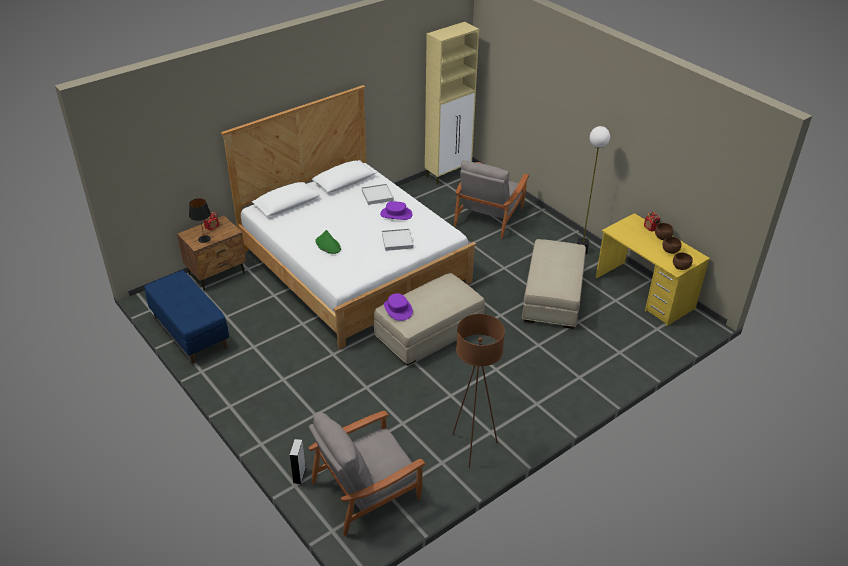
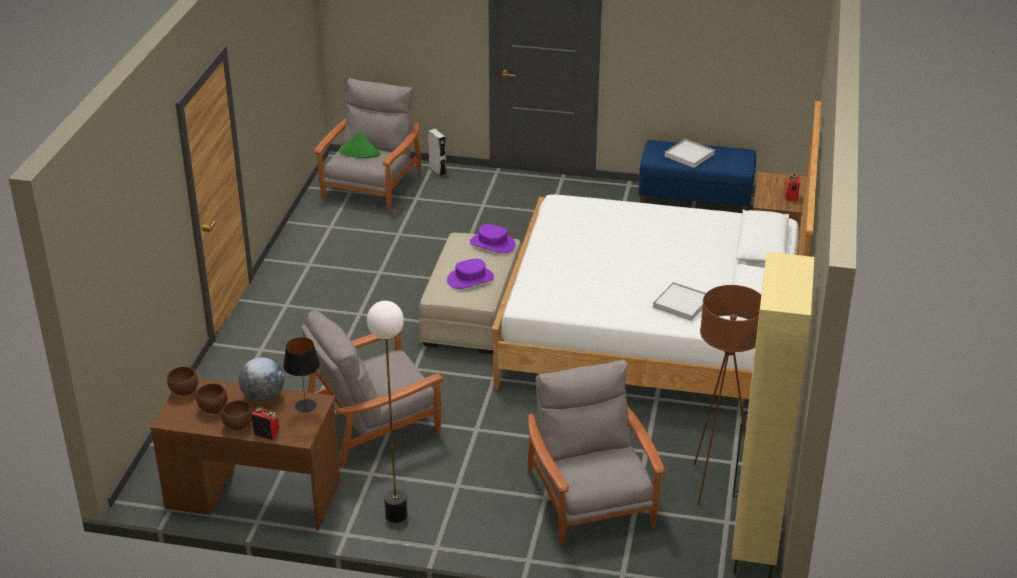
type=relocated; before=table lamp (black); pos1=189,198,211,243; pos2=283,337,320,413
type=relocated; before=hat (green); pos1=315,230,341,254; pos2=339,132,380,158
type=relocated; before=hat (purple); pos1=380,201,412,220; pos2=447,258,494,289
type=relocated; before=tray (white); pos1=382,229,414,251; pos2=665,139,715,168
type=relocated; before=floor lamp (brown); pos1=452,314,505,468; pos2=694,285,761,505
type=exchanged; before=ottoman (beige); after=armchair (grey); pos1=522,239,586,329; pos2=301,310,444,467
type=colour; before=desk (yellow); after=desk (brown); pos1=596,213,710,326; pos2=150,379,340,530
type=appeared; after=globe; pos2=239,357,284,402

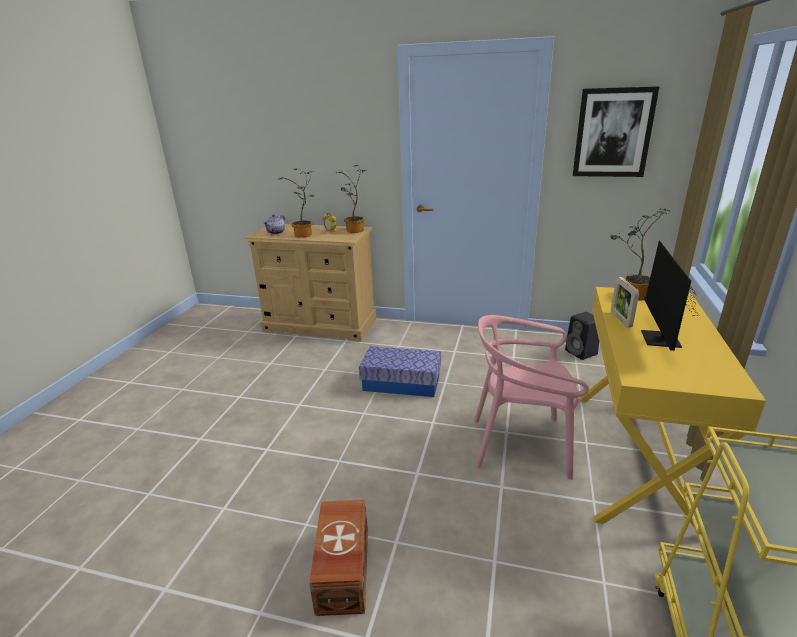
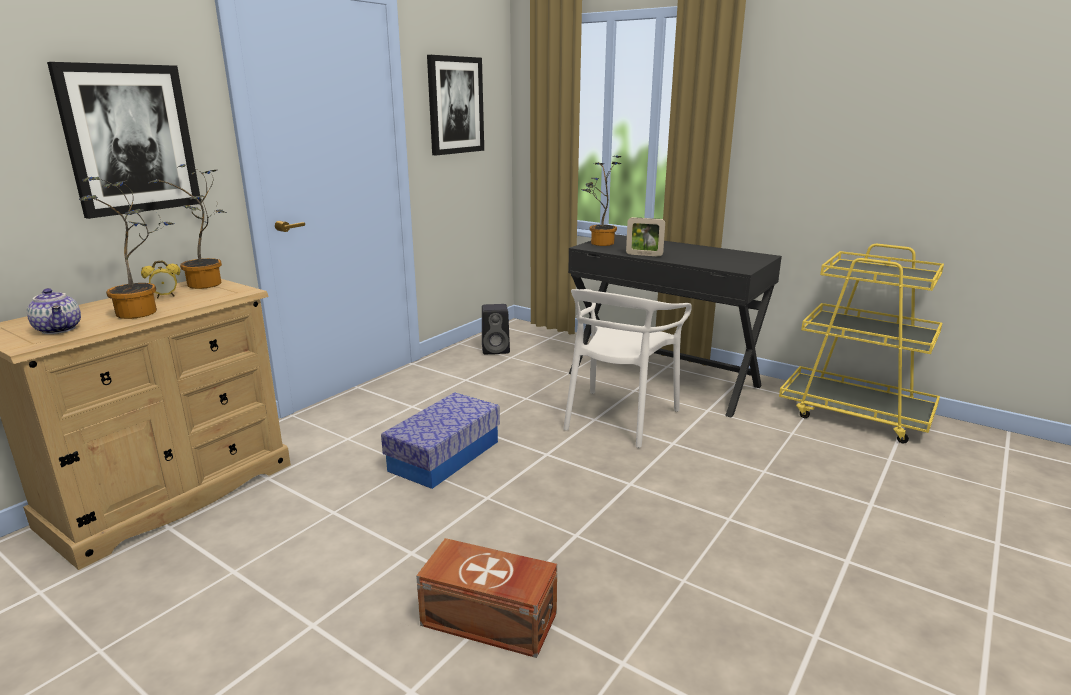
type=relocated; before=storage box (brown); pos1=309,500,368,616; pos2=416,538,557,658
type=colour; before=chair (pink); after=chair (white); pos1=474,315,589,480; pos2=563,289,692,448
type=colour; before=desk (yellow); after=desk (black); pos1=579,287,766,527; pos2=568,234,782,417
type=missing; before=monitor; pos1=641,241,698,351
type=appeared; after=picture; pos2=47,62,201,219

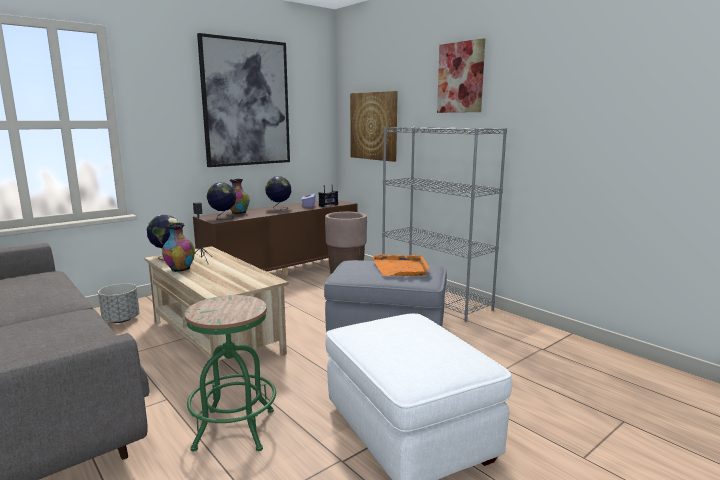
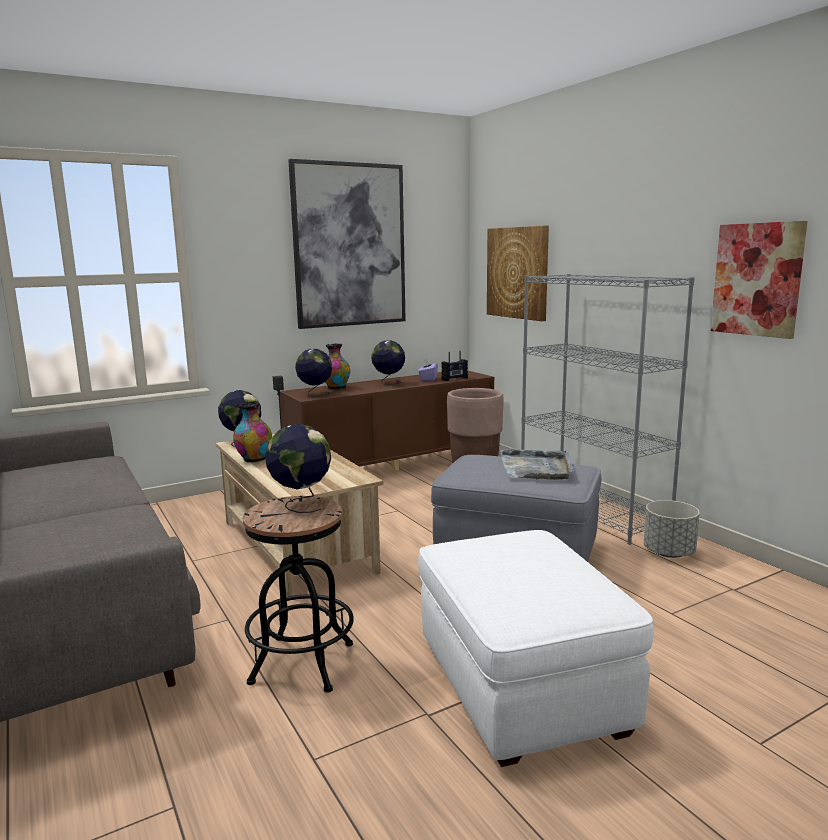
type=relocated; before=planter (grey); pos1=98,283,140,323; pos2=644,500,700,558
type=colour; before=stool (green); after=stool (black); pos1=185,295,276,451; pos2=243,496,354,693
type=colour; before=tray (orange); after=tray (grey); pos1=373,255,430,276; pos2=500,449,574,480
type=relocated; before=picture; pos1=437,38,485,113; pos2=711,221,808,339
type=appeared; after=globe; pos2=265,424,331,513

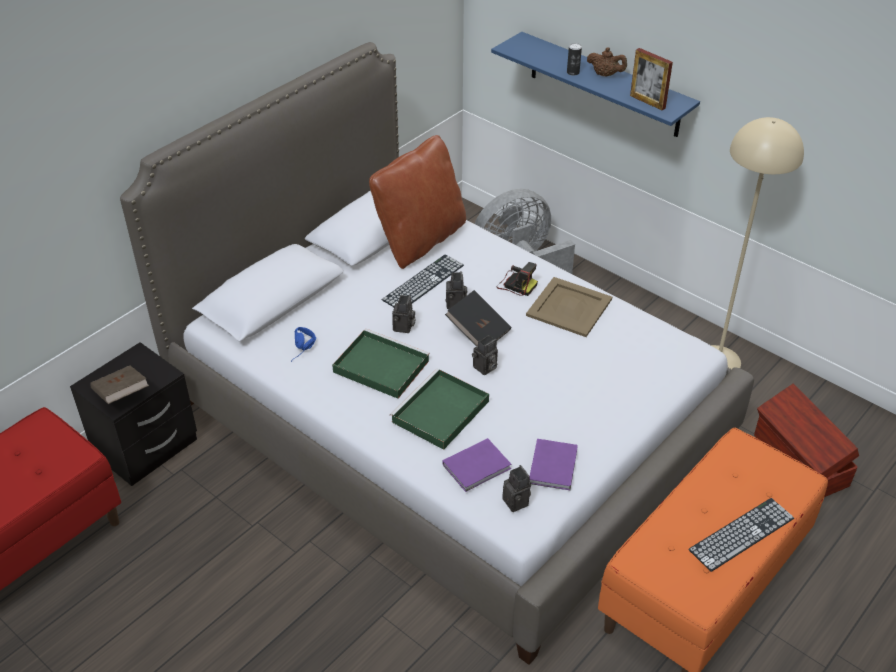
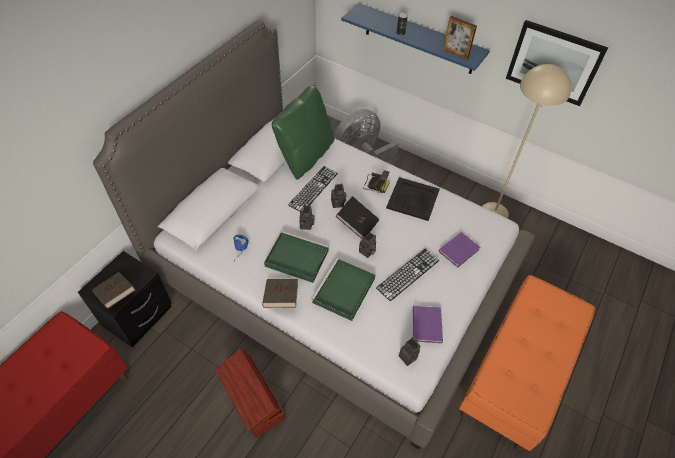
type=colour; before=pillow (brown); after=pillow (green); pos1=369,135,466,269; pos2=272,85,334,180
type=relocated; before=book (purple); pos1=443,438,511,492; pos2=439,232,481,268
type=colour; before=tray (beige); after=tray (black); pos1=526,277,612,337; pos2=386,177,440,221
type=missing; before=teapot (brown); pos1=587,47,627,77
type=relocated; before=keyboard; pos1=688,498,794,572; pos2=376,249,440,301
type=relocated; before=storage box (brown); pos1=754,384,859,497; pos2=215,349,285,438
type=appeared; after=book (brown); pos2=262,279,298,308
type=appeared; after=picture; pos2=506,20,608,106

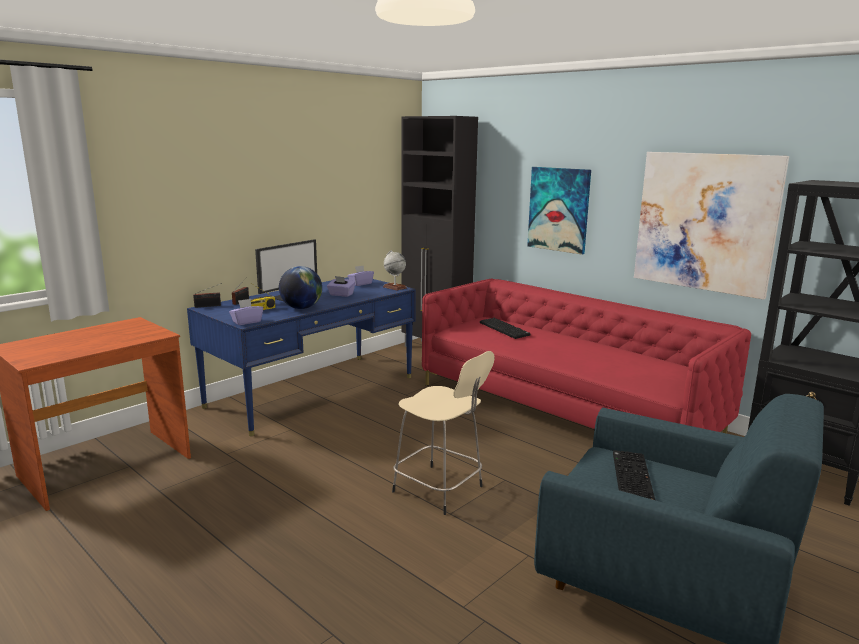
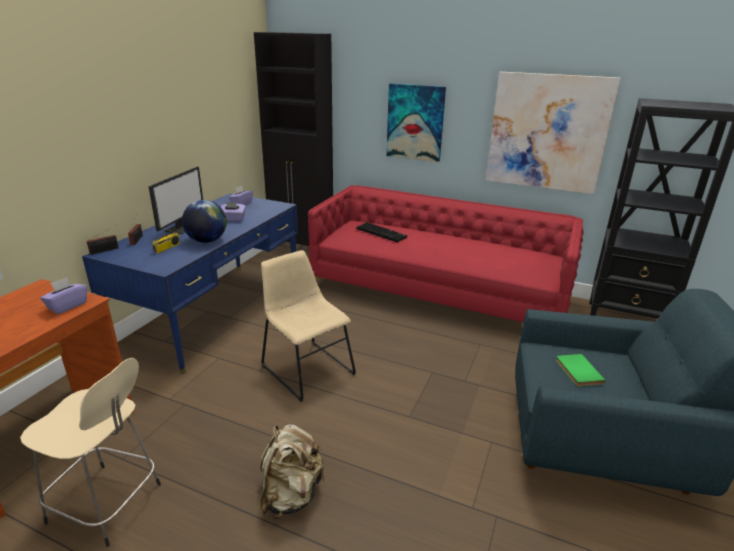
type=relocated; before=tissue box (purple); pos1=229,299,263,325; pos2=40,277,87,314
type=missing; before=globe; pos1=383,250,407,291
type=relocated; before=stool (beige); pos1=392,351,495,515; pos2=20,358,161,547
type=exchanged; before=keyboard; after=book (green); pos1=613,450,655,500; pos2=556,354,606,387
type=appeared; after=backpack (beige); pos2=260,424,325,519
type=appeared; after=chair (beige); pos2=261,250,356,402

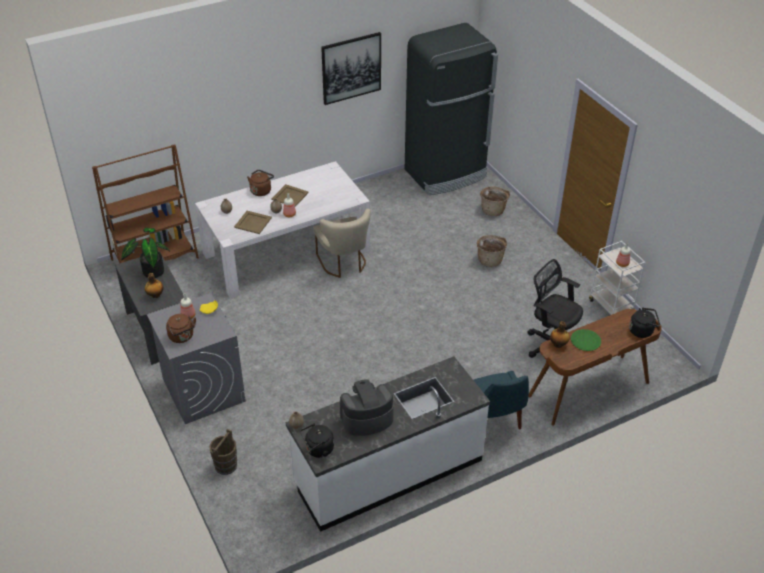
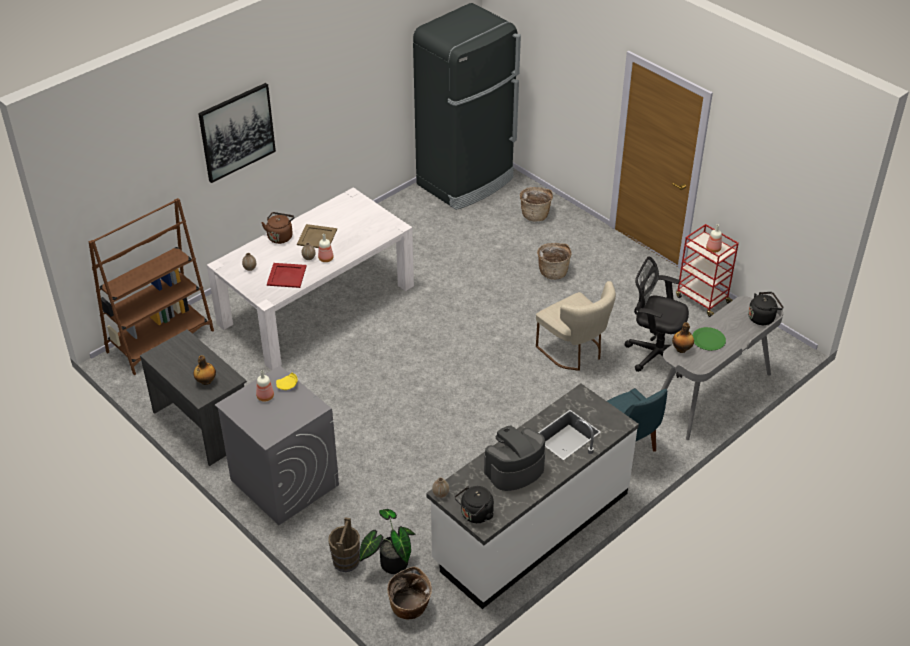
type=relocated; before=potted plant; pos1=121,228,170,278; pos2=359,509,416,574
type=missing; before=kettle (brown); pos1=166,314,196,343
type=colour; before=tray (beige); after=tray (red); pos1=234,211,272,234; pos2=267,263,306,288
type=relocated; before=chair (beige); pos1=313,209,371,278; pos2=536,281,616,371
type=relocated; before=picture; pos1=321,32,381,105; pos2=198,83,276,183
type=colour; before=desk (brown); after=desk (grey); pos1=529,309,662,426; pos2=661,296,783,440
type=colour; before=cart (white); after=cart (red); pos1=589,241,645,315; pos2=676,224,739,317
type=appeared; after=basket; pos2=387,567,432,619

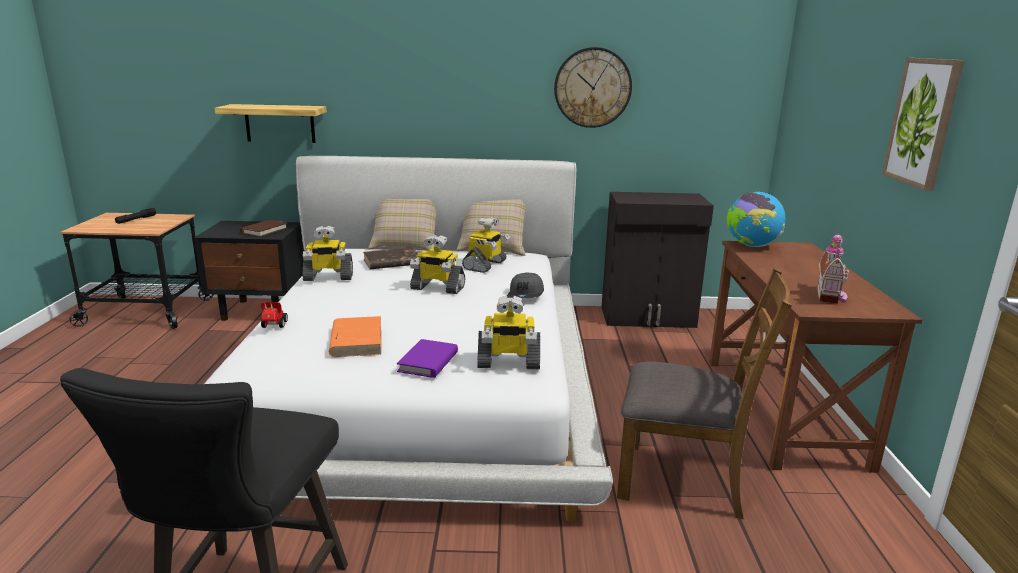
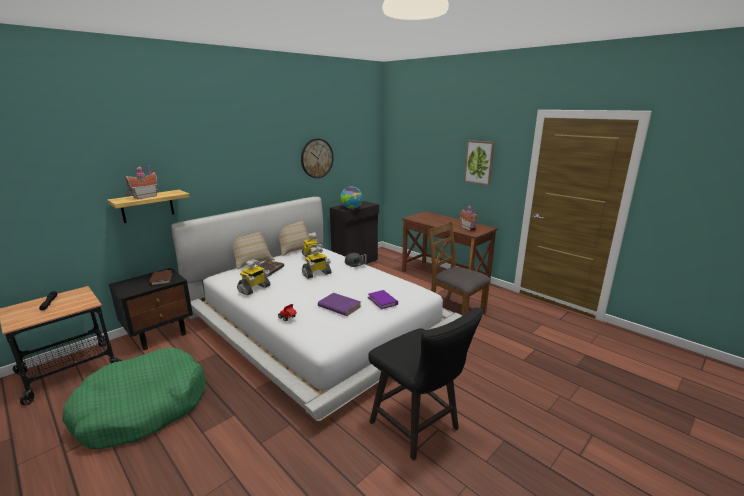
type=colour; before=book (orange); after=book (purple); pos1=329,316,381,357; pos2=318,293,361,316
type=missing; before=toy robot; pos1=477,296,540,369
type=spun; before=chair (brown); pos1=617,268,792,519; pos2=428,222,491,315; turn=-105
type=relocated; before=globe; pos1=726,192,785,247; pos2=340,186,363,209
type=appeared; after=dog bed (green); pos2=62,348,206,450
type=appeared; after=toy house; pos2=123,165,158,199

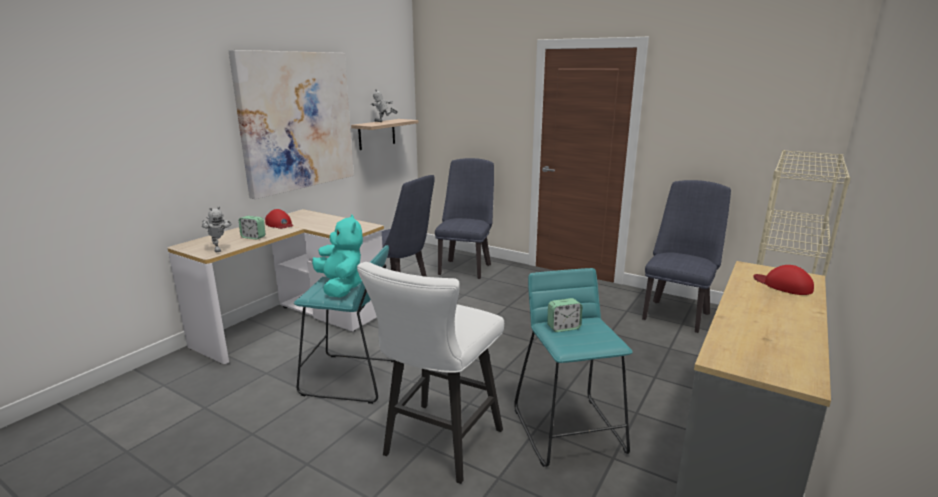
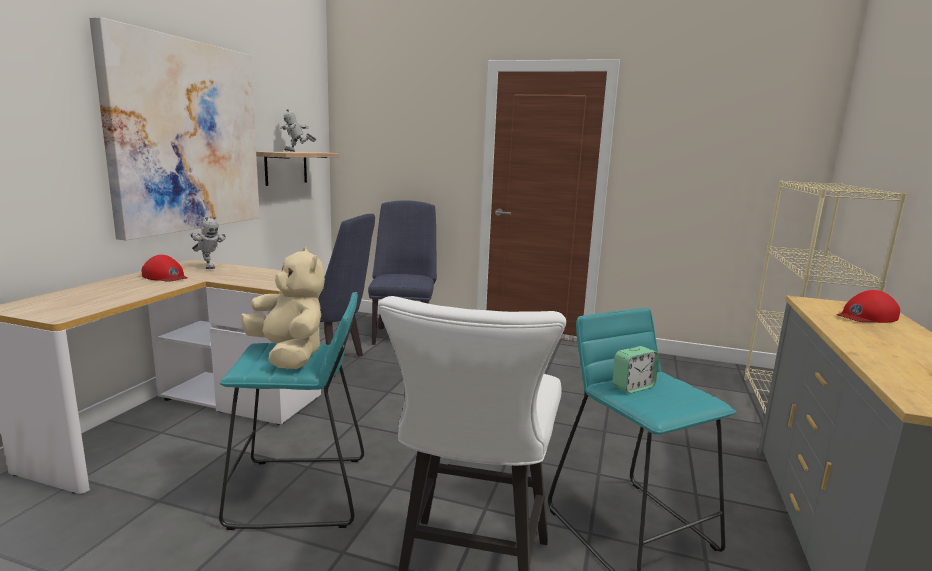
type=relocated; before=toy robot; pos1=202,206,232,252; pos2=190,216,226,269
type=missing; before=alarm clock; pos1=239,216,265,239
type=colour; before=plush toy (turquoise); after=plush toy (beige); pos1=312,214,363,298; pos2=241,247,325,369
type=missing; before=chair (blue); pos1=642,180,731,333
type=spun; before=cap (red); pos1=753,265,814,295; pos2=837,290,900,323; turn=-60

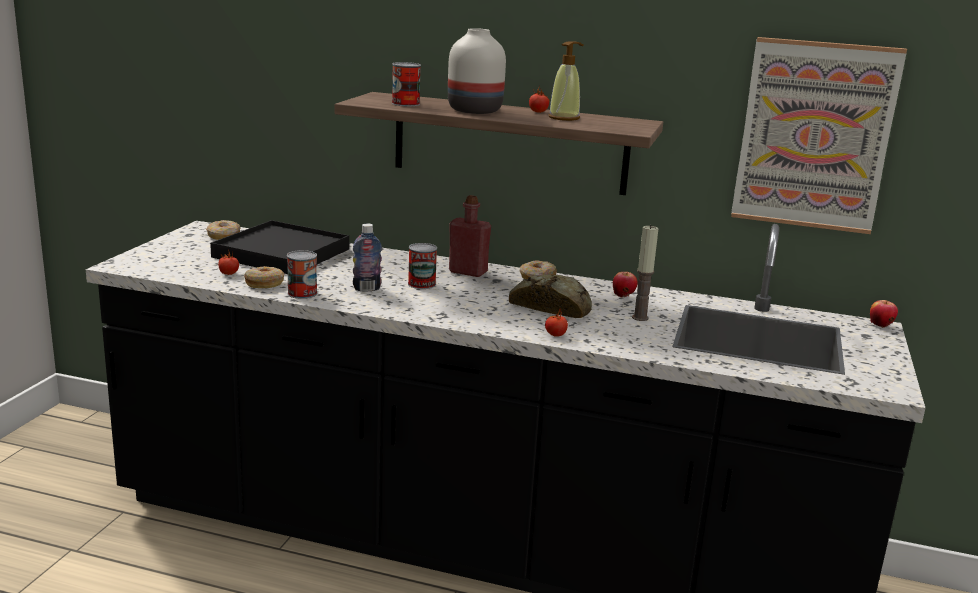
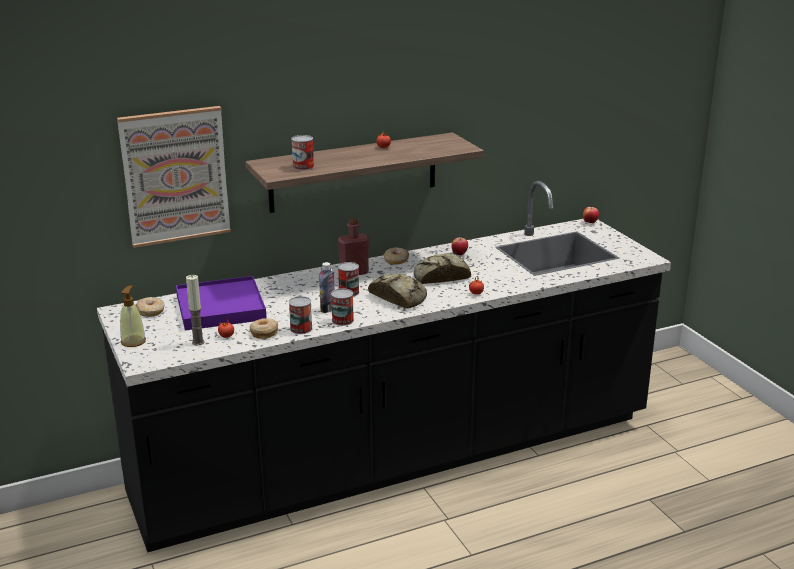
type=colour; before=tray (black); after=tray (purple); pos1=210,220,349,274; pos2=176,276,267,331
type=missing; before=vase (white); pos1=448,28,506,114
type=relocated; before=soap dispenser; pos1=549,41,583,121; pos2=120,286,146,347
type=relocated; before=candle; pos1=632,225,658,321; pos2=186,275,205,346
type=relocated; before=picture; pos1=731,37,907,234; pos2=117,106,231,248
type=appeared; after=can; pos2=331,288,354,326
type=appeared; after=bread; pos2=368,274,427,309

